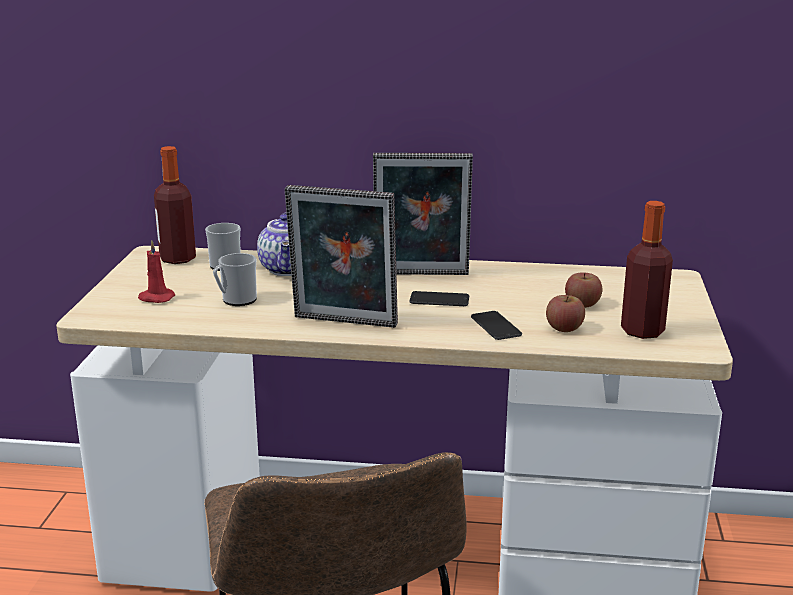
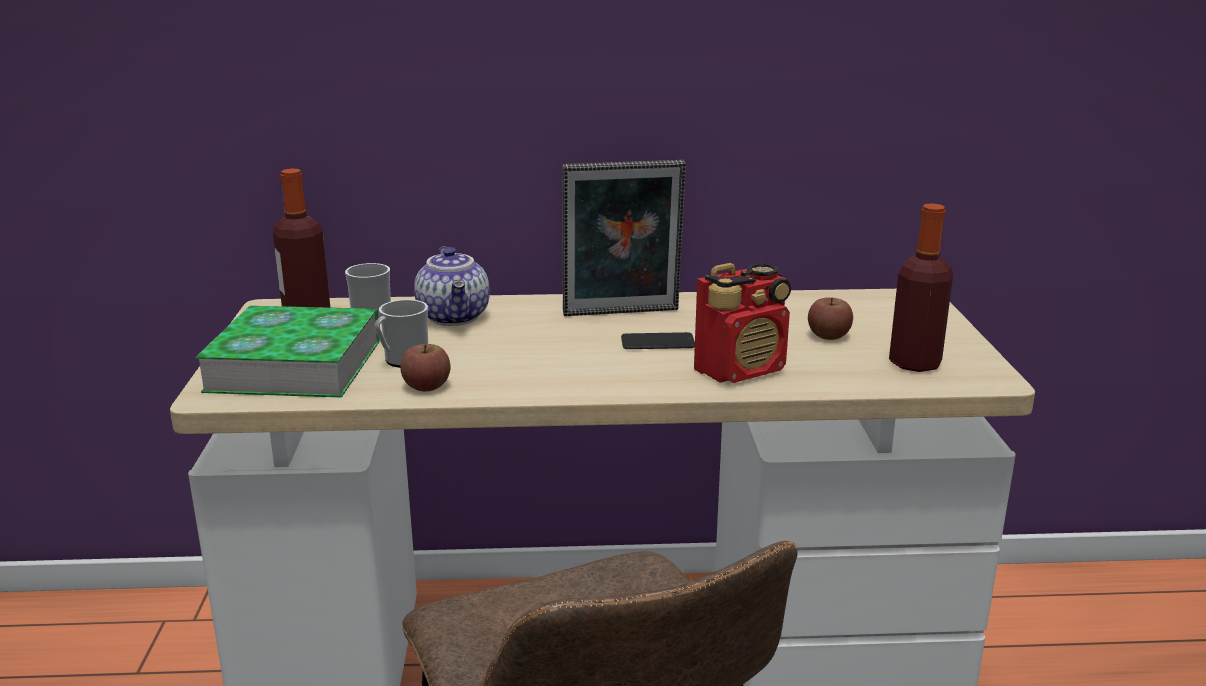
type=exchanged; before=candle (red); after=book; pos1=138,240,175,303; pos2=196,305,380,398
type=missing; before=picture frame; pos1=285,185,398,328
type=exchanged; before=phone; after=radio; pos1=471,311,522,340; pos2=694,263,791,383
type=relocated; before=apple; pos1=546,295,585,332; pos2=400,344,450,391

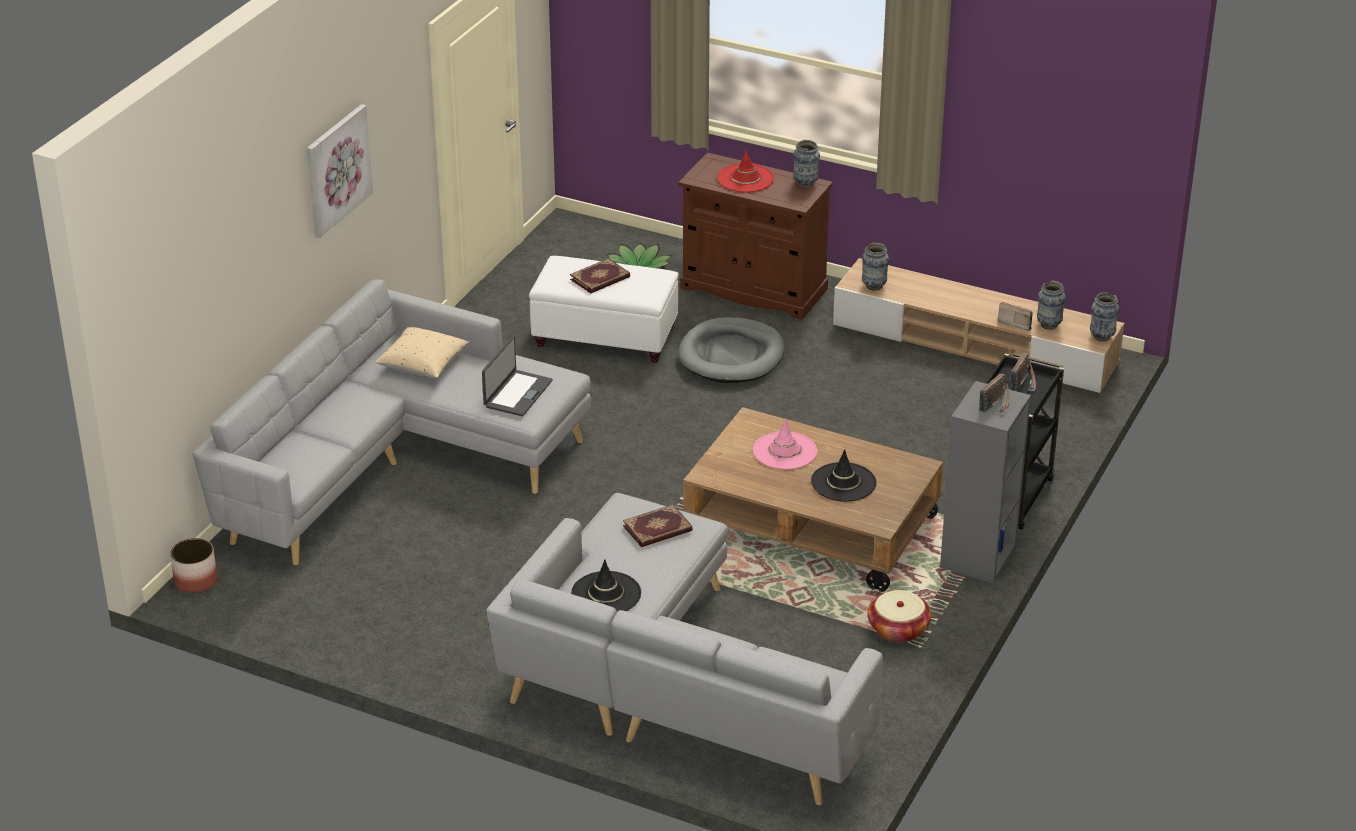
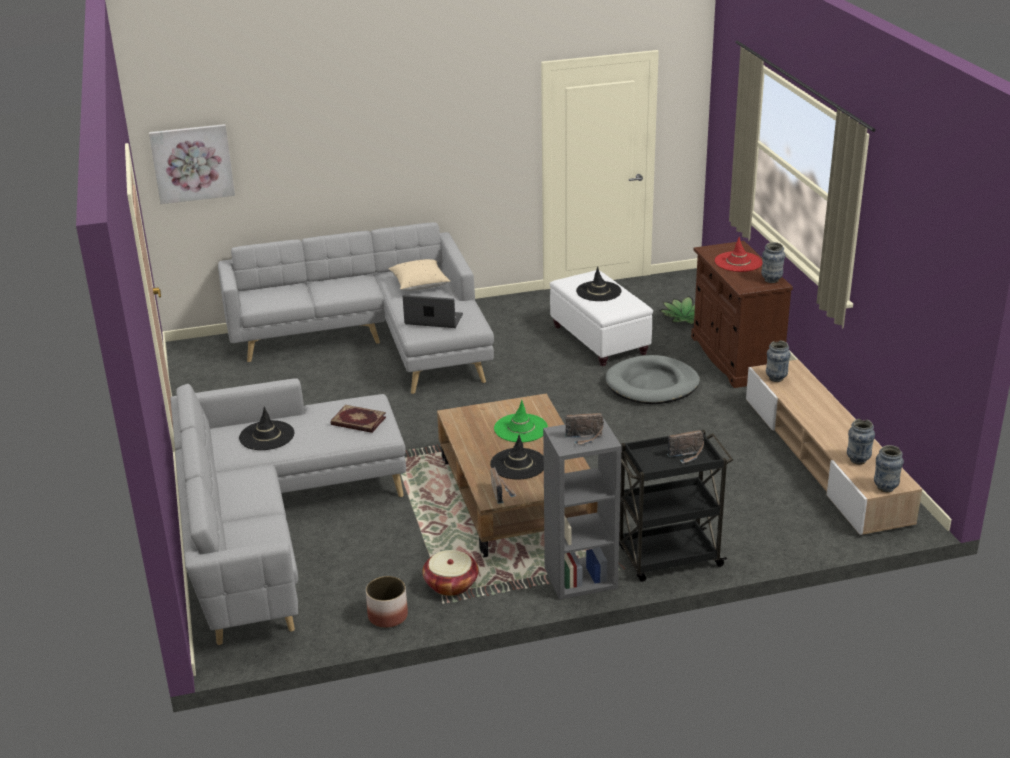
type=relocated; before=planter; pos1=170,538,218,593; pos2=366,576,408,628
type=relocated; before=picture; pos1=307,104,373,238; pos2=149,124,235,204
type=spun; before=laptop; pos1=482,336,553,416; pos2=403,295,463,328; turn=-150
type=exchanged; before=book; after=hat (black); pos1=570,258,630,293; pos2=576,267,621,301
type=colour; before=hat (pink); after=hat (green); pos1=753,418,817,470; pos2=494,400,548,442
type=relocated; before=radio; pos1=998,302,1033,331; pos2=490,467,516,504

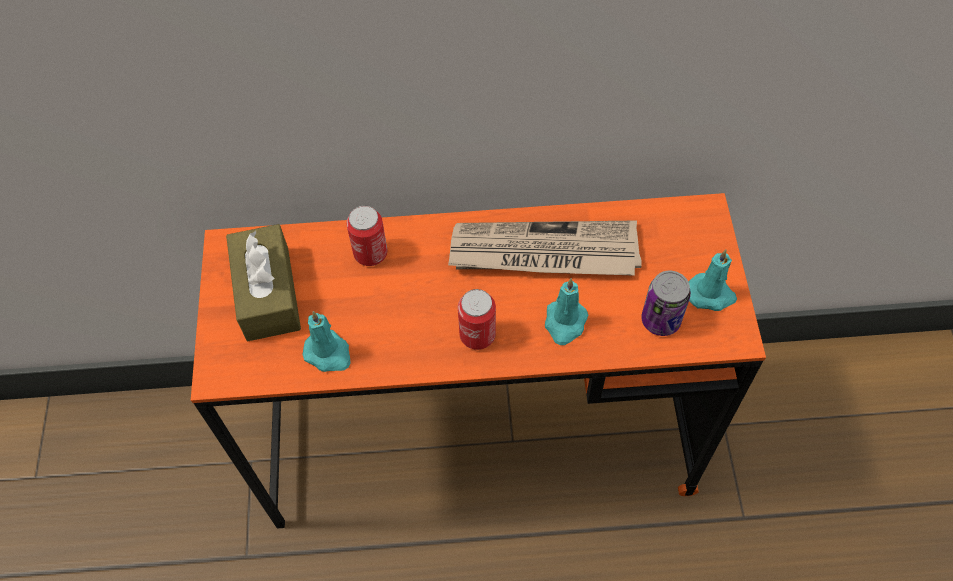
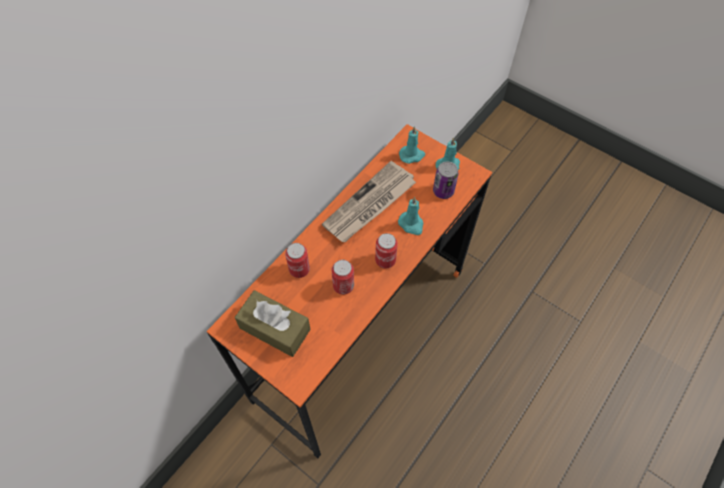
type=relocated; before=candle (turquoise); pos1=302,311,351,372; pos2=399,126,425,164
type=appeared; after=can; pos2=331,260,354,295

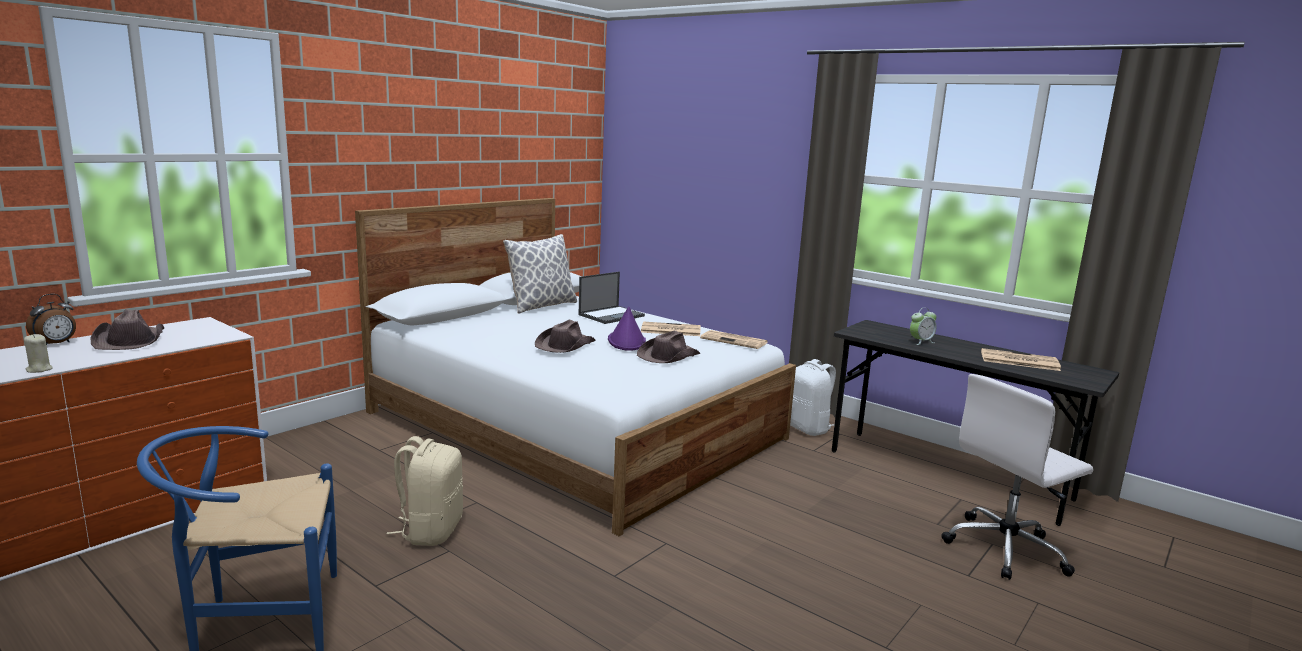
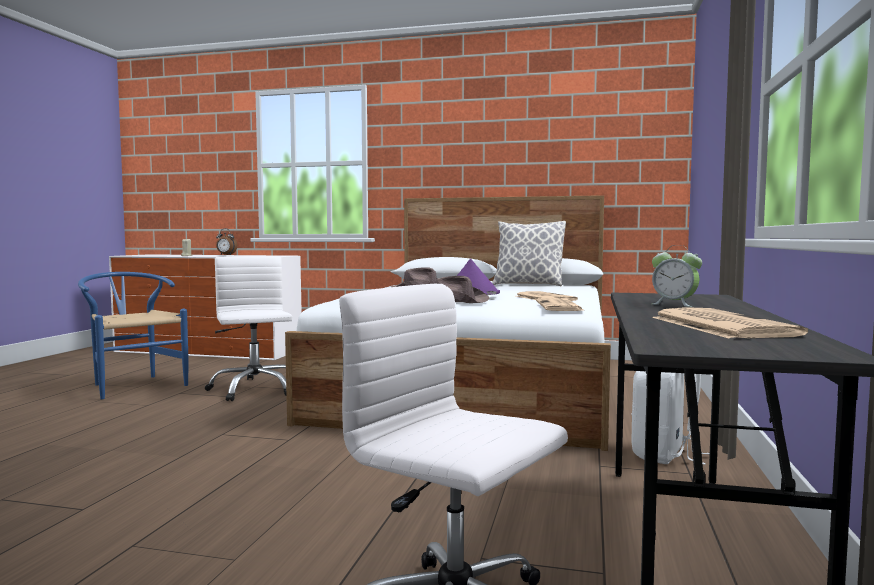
type=missing; before=hat (brown); pos1=90,309,164,350
type=exchanged; before=backpack (beige); after=office chair (white); pos1=387,436,463,546; pos2=205,256,292,401
type=missing; before=laptop; pos1=579,272,645,324

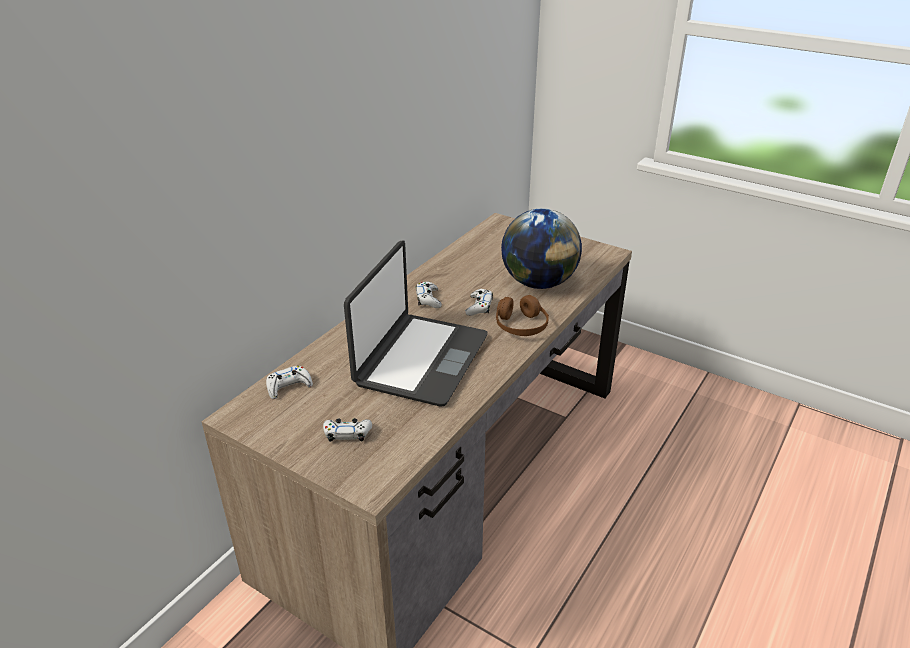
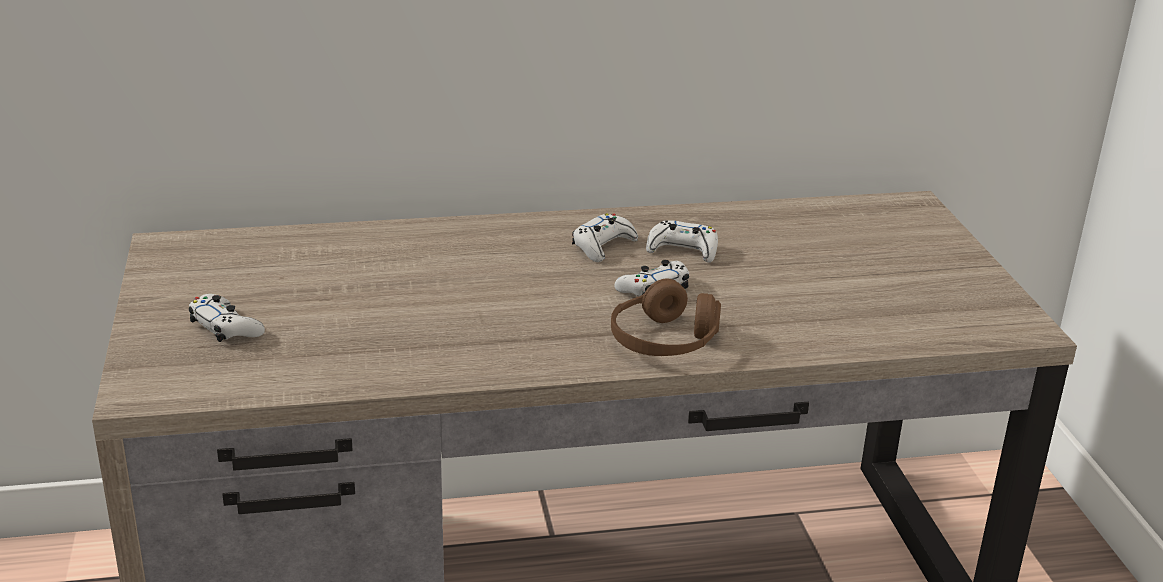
type=relocated; before=game controller (white); pos1=266,366,313,399; pos2=646,220,718,263
type=missing; before=laptop; pos1=344,240,488,407
type=missing; before=globe; pos1=501,208,582,289

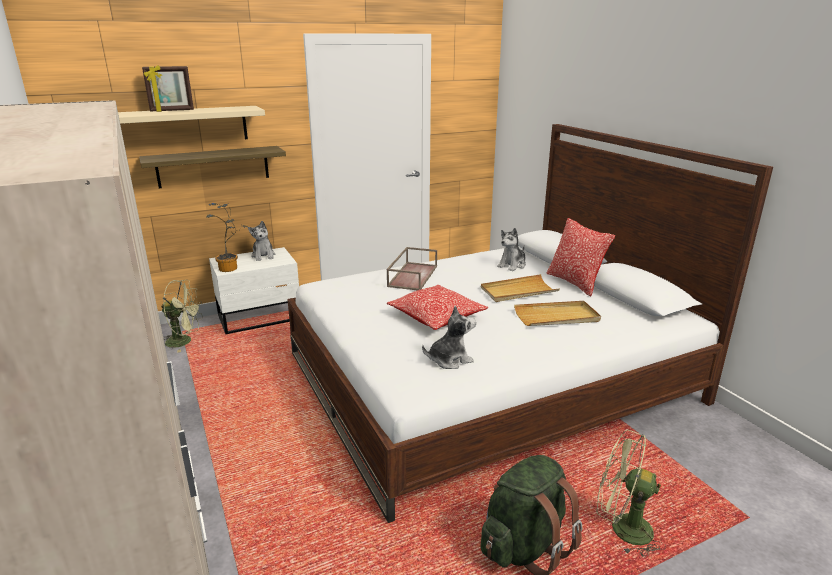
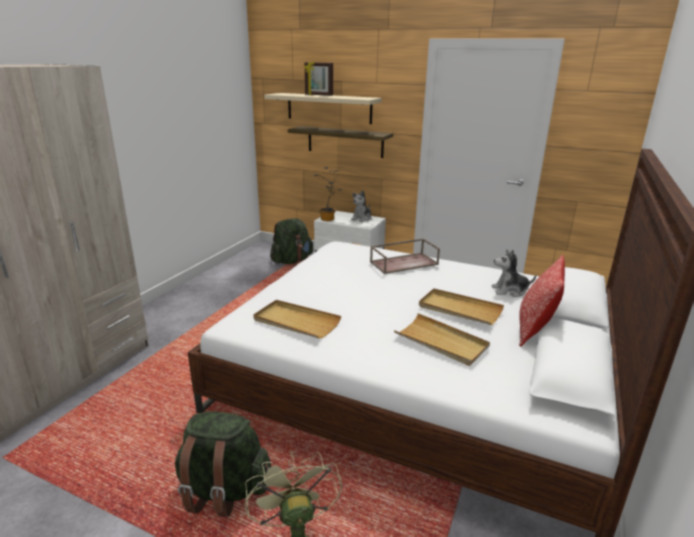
type=exchanged; before=fan (green); after=backpack (green); pos1=161,280,203,353; pos2=270,218,313,264
type=missing; before=pillow; pos1=386,285,488,330
type=exchanged; before=plush toy; after=tray (beige); pos1=422,306,476,369; pos2=253,300,341,339

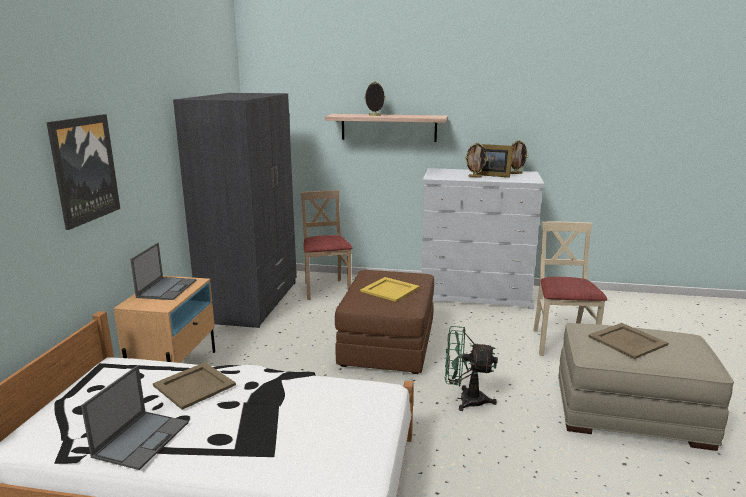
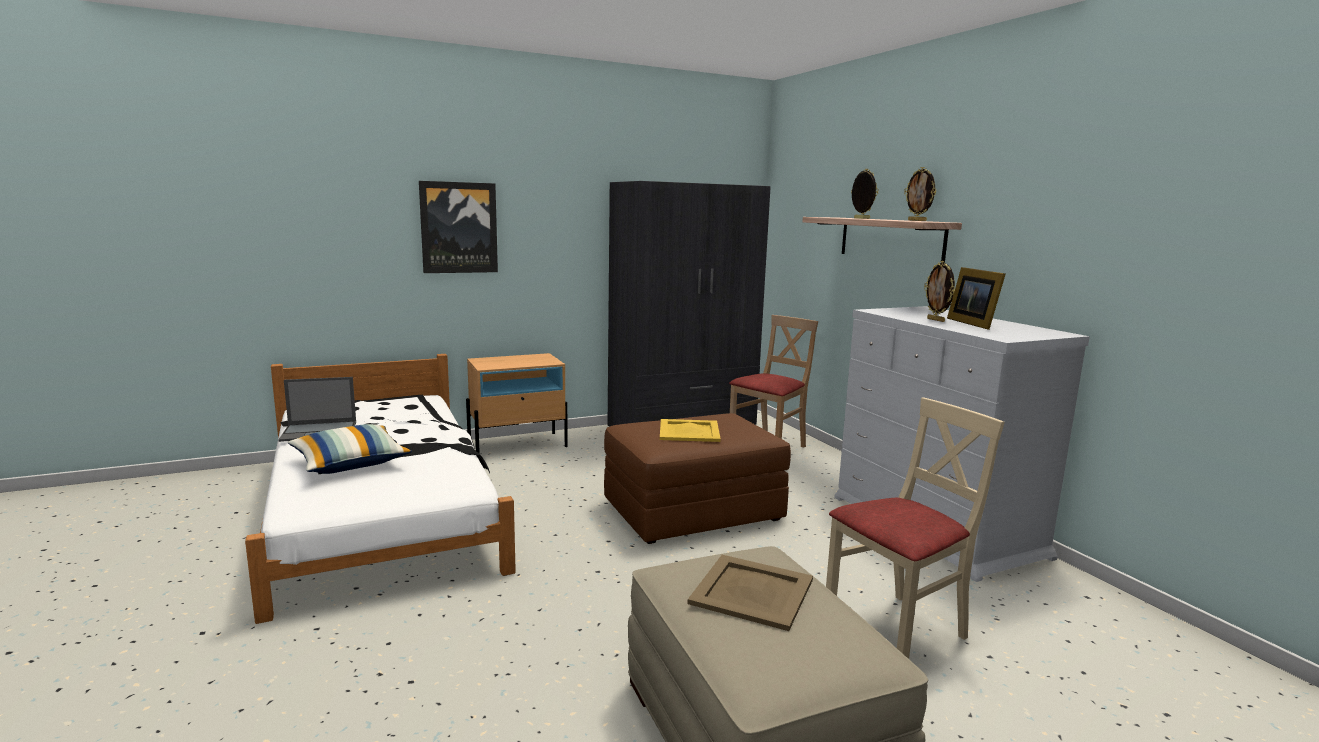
type=missing; before=laptop; pos1=130,243,196,300
type=missing; before=tray (beige); pos1=153,362,236,410
type=missing; before=fan (green); pos1=445,326,498,411
type=relocated; before=picture frame; pos1=510,140,529,174; pos2=904,167,936,221
type=appeared; after=pillow; pos2=288,424,412,474

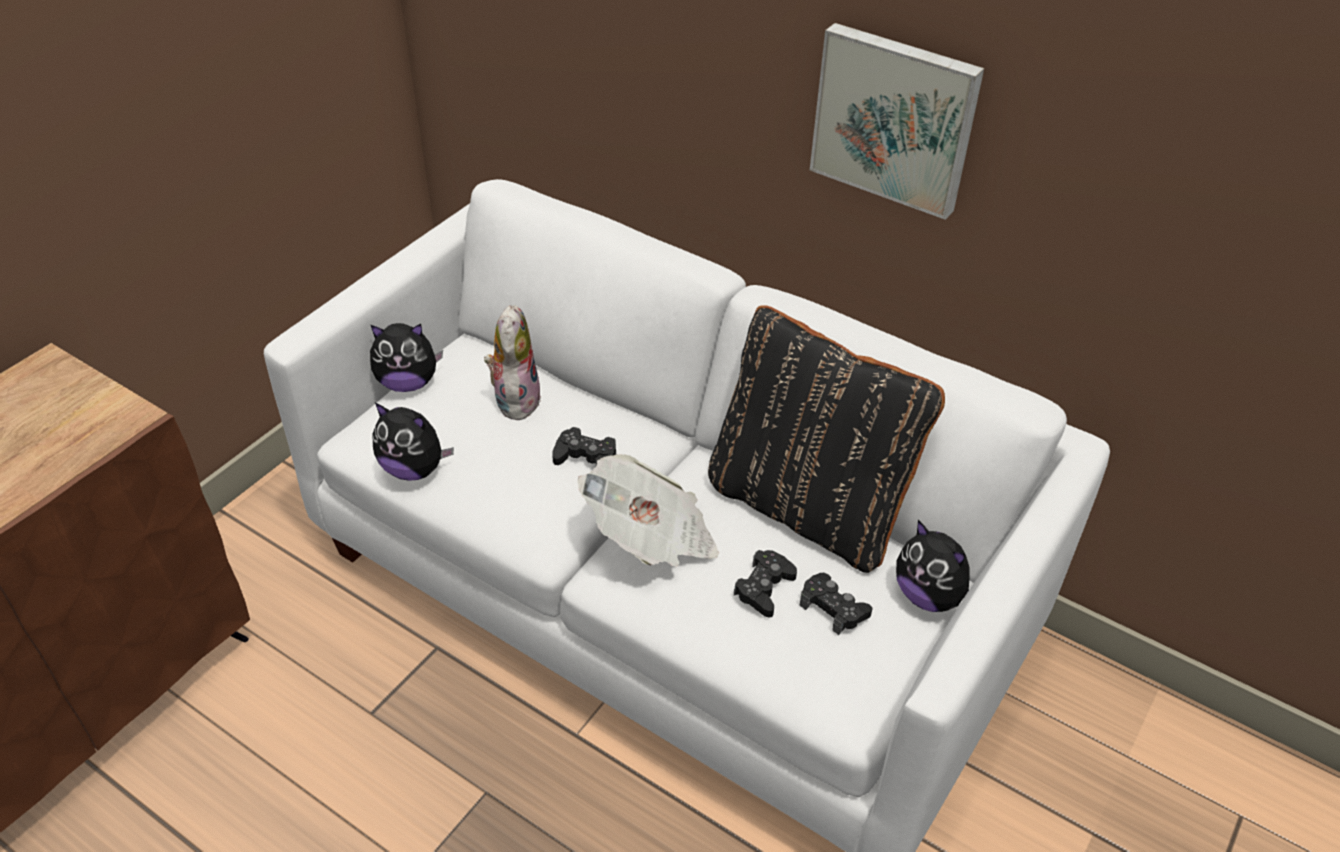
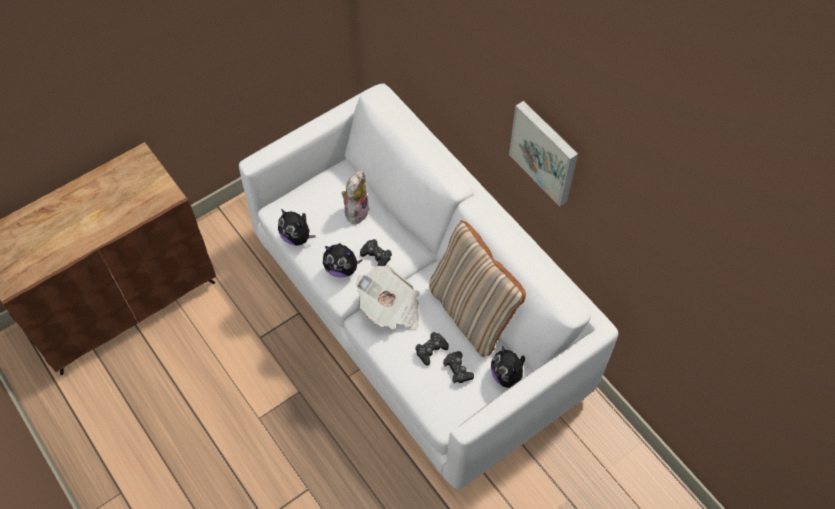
type=relocated; before=plush toy; pos1=370,323,443,392; pos2=323,243,363,278
type=colour; before=pillow (black); after=pillow (beige); pos1=708,305,945,573; pos2=429,220,526,357

